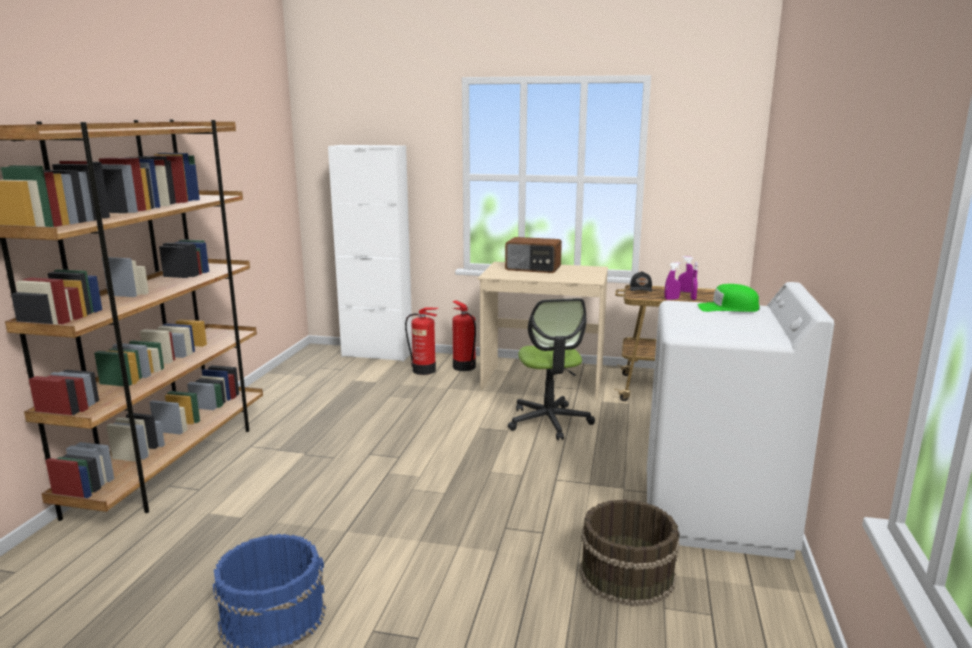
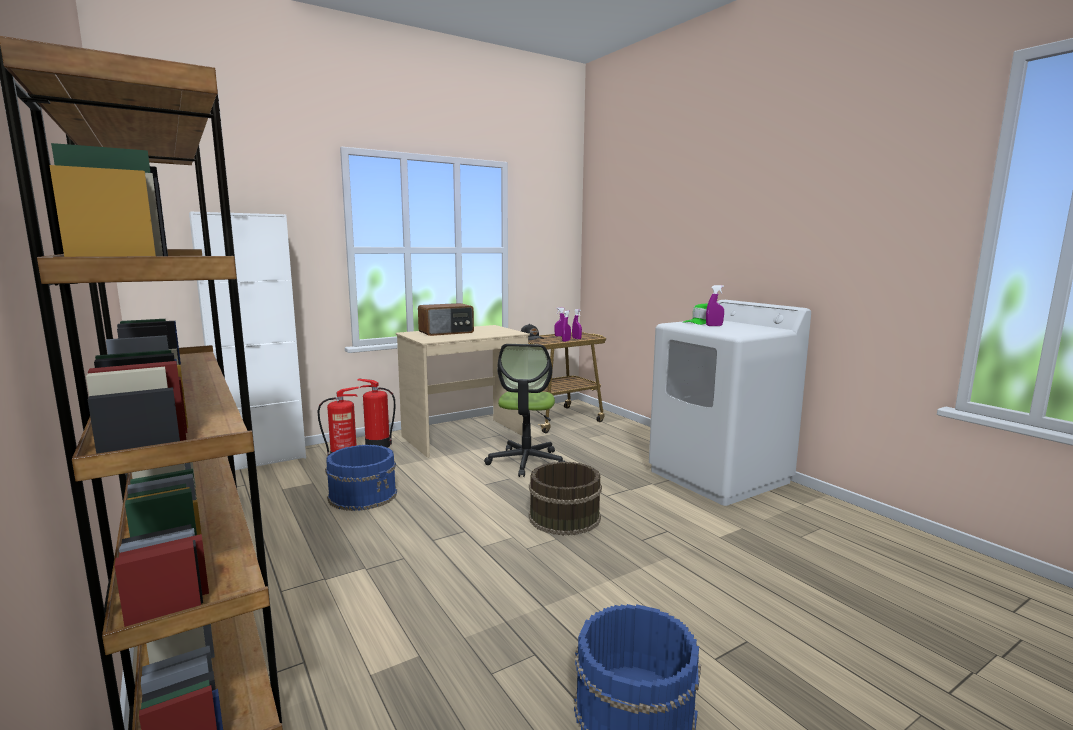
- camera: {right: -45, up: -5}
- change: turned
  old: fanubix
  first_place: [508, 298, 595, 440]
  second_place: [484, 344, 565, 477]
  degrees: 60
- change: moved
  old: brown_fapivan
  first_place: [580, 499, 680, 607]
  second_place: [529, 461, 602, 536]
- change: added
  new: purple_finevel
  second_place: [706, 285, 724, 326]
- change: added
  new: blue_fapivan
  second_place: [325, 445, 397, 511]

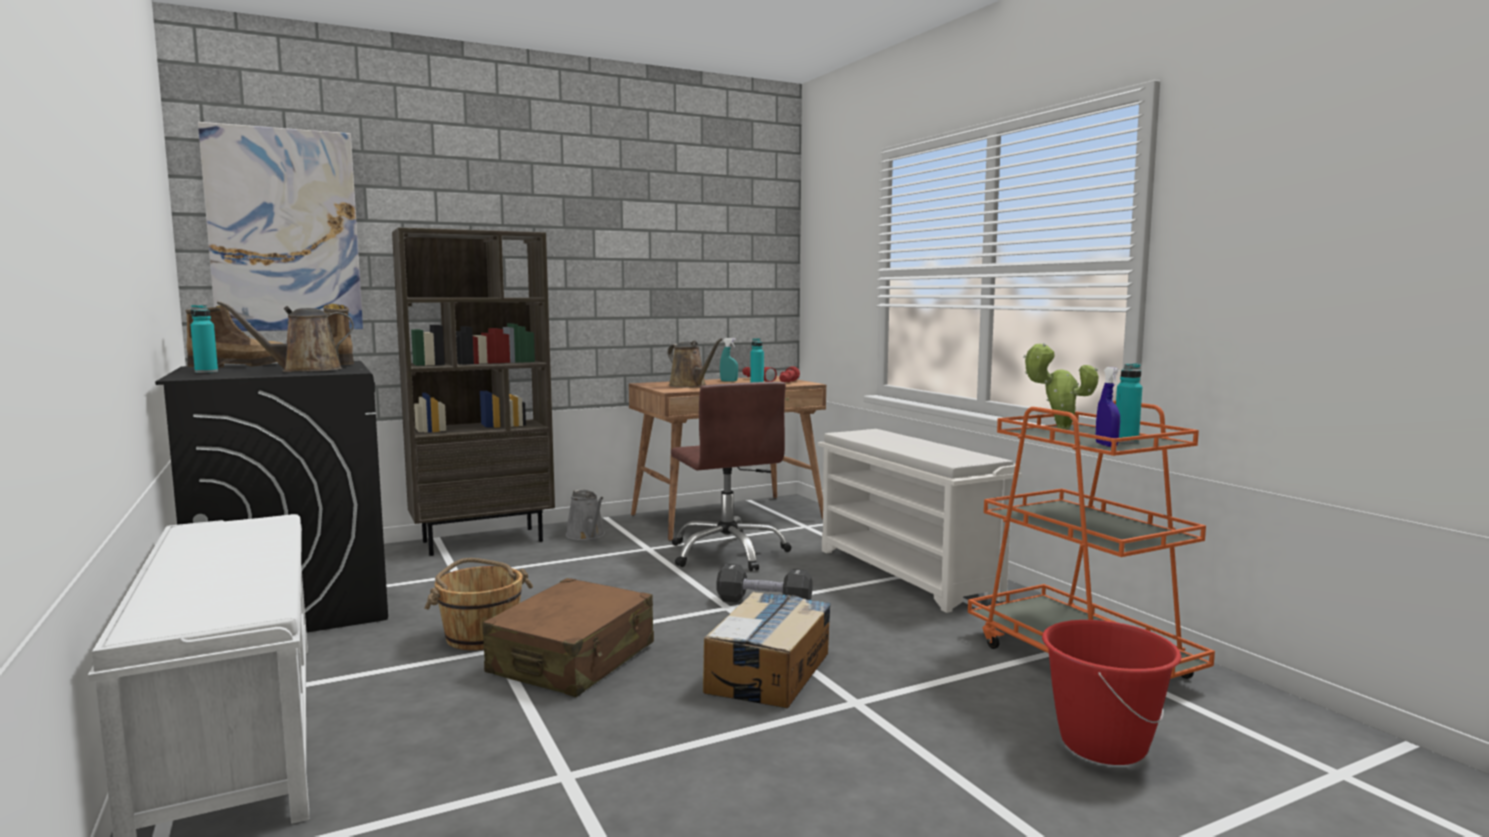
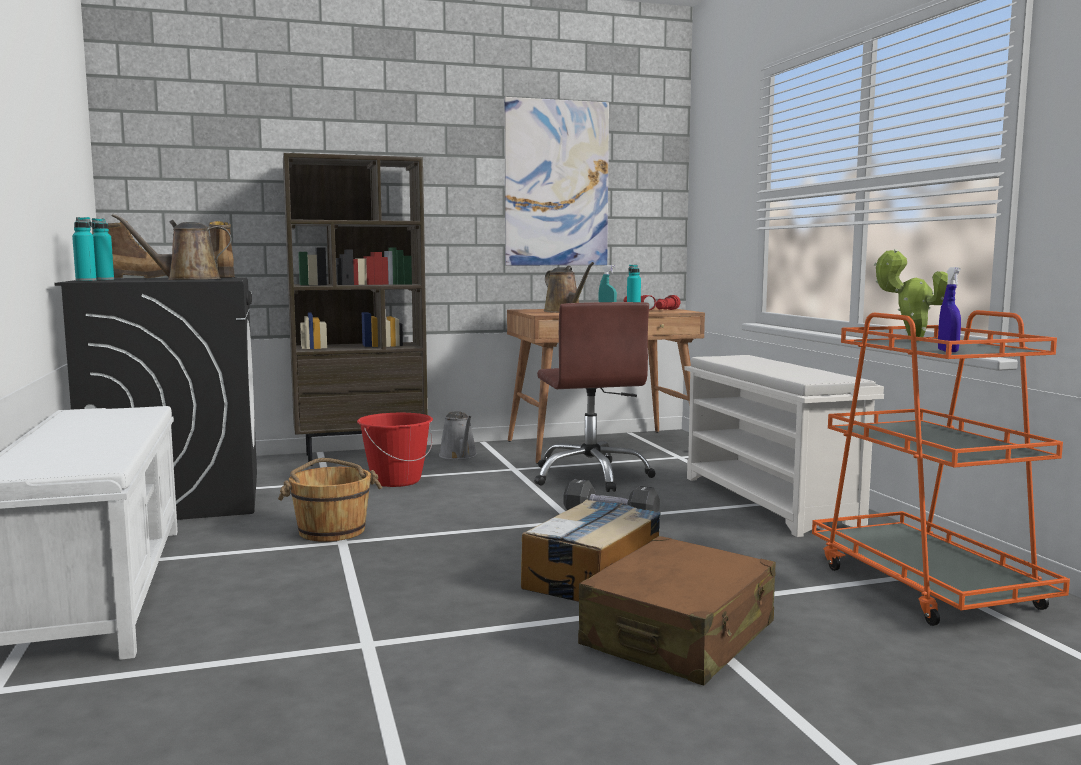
- camera: {right: 10, up: 0}
- change: moved
  old: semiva
  first_place: [198, 122, 363, 331]
  second_place: [504, 97, 609, 265]
- change: moved
  old: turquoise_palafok
  first_place: [1116, 363, 1142, 444]
  second_place: [72, 217, 96, 281]
- change: moved
  old: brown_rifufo
  first_place: [482, 578, 654, 697]
  second_place: [578, 536, 776, 685]
- change: moved
  old: red_fapivan
  first_place: [1042, 620, 1182, 765]
  second_place: [357, 413, 433, 487]

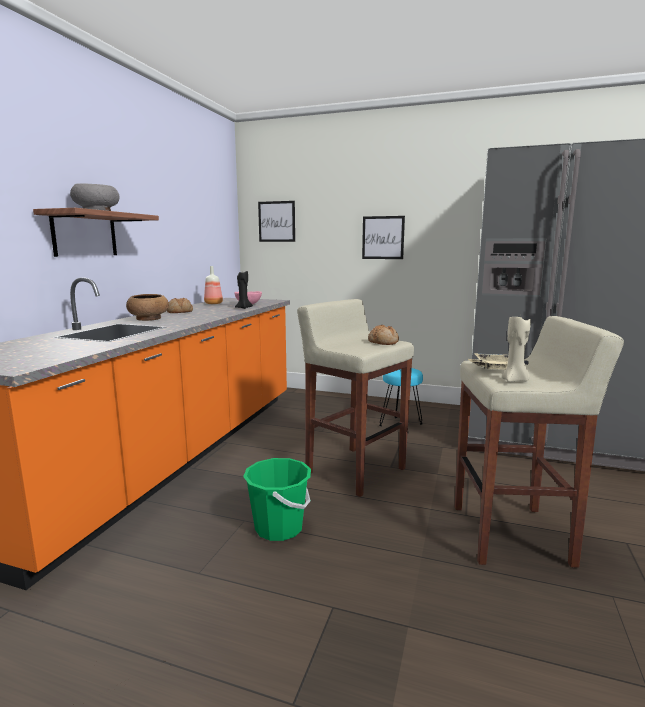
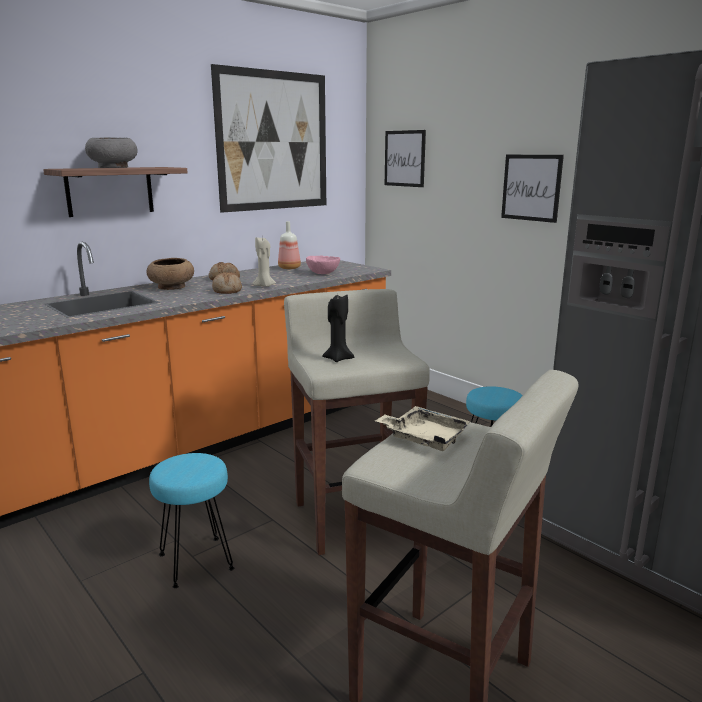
- camera: {right: 30, up: 5}
- change: moved
  old: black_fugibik
  first_place: [235, 271, 253, 309]
  second_place: [322, 294, 354, 362]
- change: moved
  old: beige_fugibik
  first_place: [502, 317, 531, 382]
  second_place: [252, 237, 276, 287]
- change: moved
  old: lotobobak
  first_place: [368, 325, 399, 345]
  second_place: [212, 272, 242, 294]
- change: replaced
  old: green_fapivan
  new: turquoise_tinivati
  first_place: [243, 458, 311, 541]
  second_place: [149, 453, 234, 588]
- change: added
  new: semiva
  second_place: [211, 64, 326, 213]

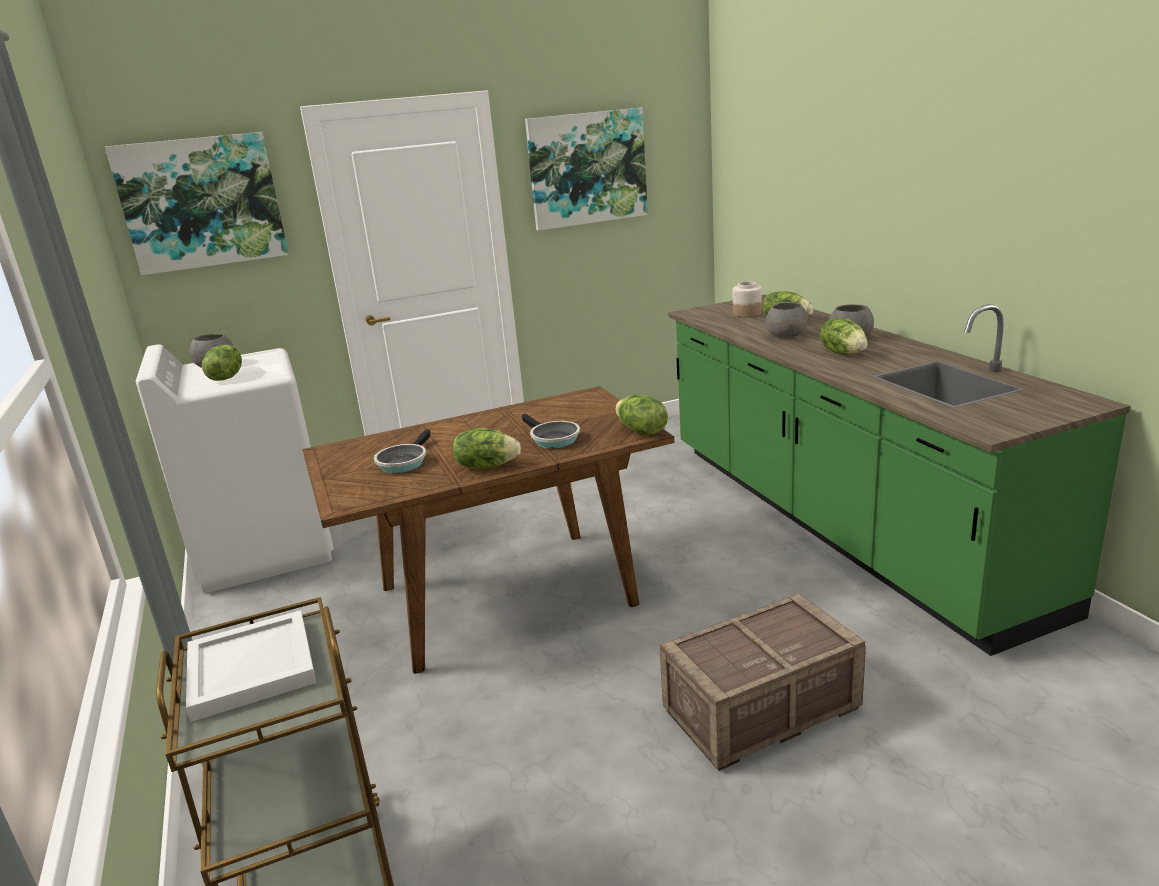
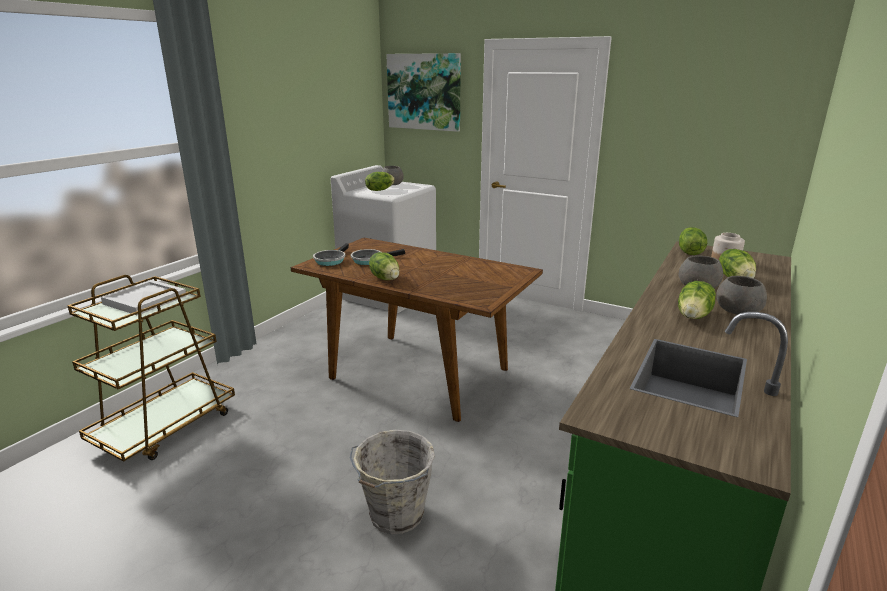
- camera: {right: 50, up: 0}
- change: removed
  old: semiva
  first_place: [525, 108, 648, 231]
- change: moved
  old: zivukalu
  first_place: [615, 395, 668, 435]
  second_place: [679, 227, 707, 255]
- change: moved
  old: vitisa
  first_place: [521, 414, 580, 448]
  second_place: [313, 243, 349, 266]
- change: replaced
  old: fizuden
  new: grey_fapivan
  first_place: [660, 593, 866, 771]
  second_place: [350, 430, 435, 534]

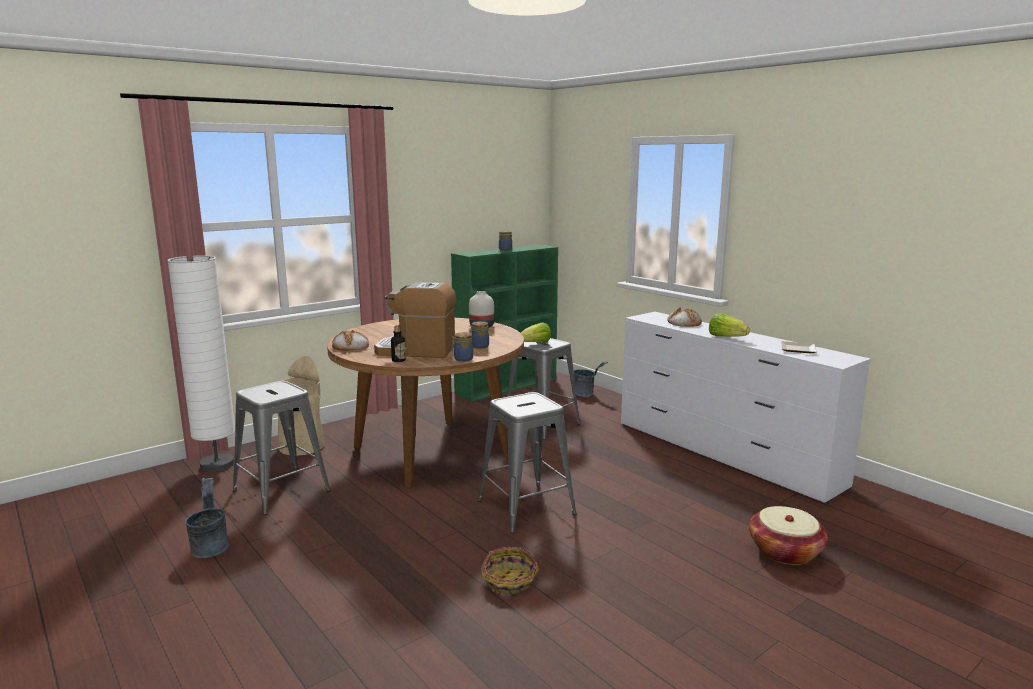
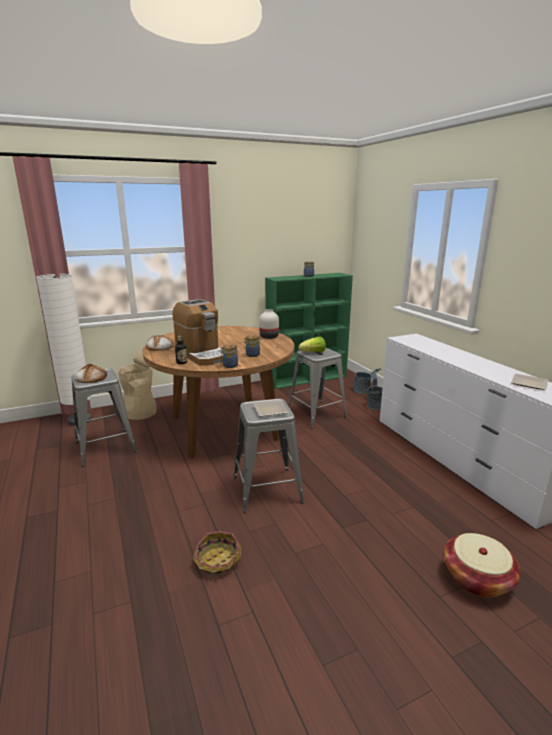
- camera: {right: 15, up: 5}
- change: turned
  old: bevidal
  first_place: [374, 282, 456, 358]
  second_place: [172, 299, 223, 365]
  degrees: -150
- change: moved
  old: lotobobak
  first_place: [667, 307, 702, 327]
  second_place: [75, 364, 107, 383]
- change: removed
  old: zivukalu
  first_place: [709, 313, 750, 337]
- change: moved
  old: grey_fapivan
  first_place: [185, 478, 229, 558]
  second_place: [367, 371, 382, 410]
- change: added
  new: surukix
  second_place: [253, 400, 289, 416]

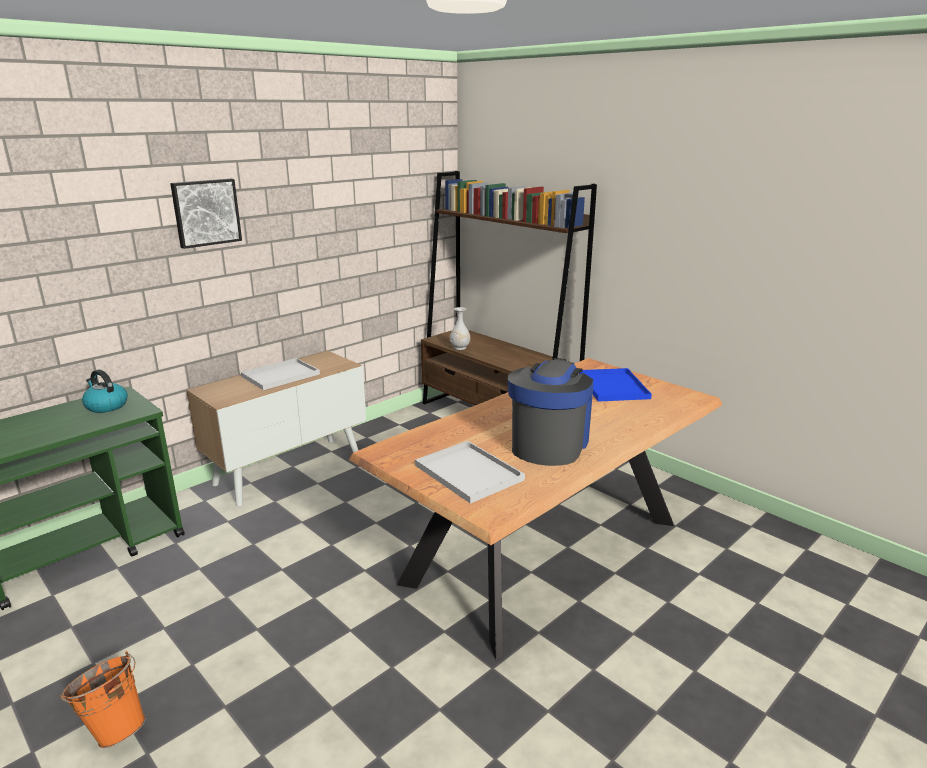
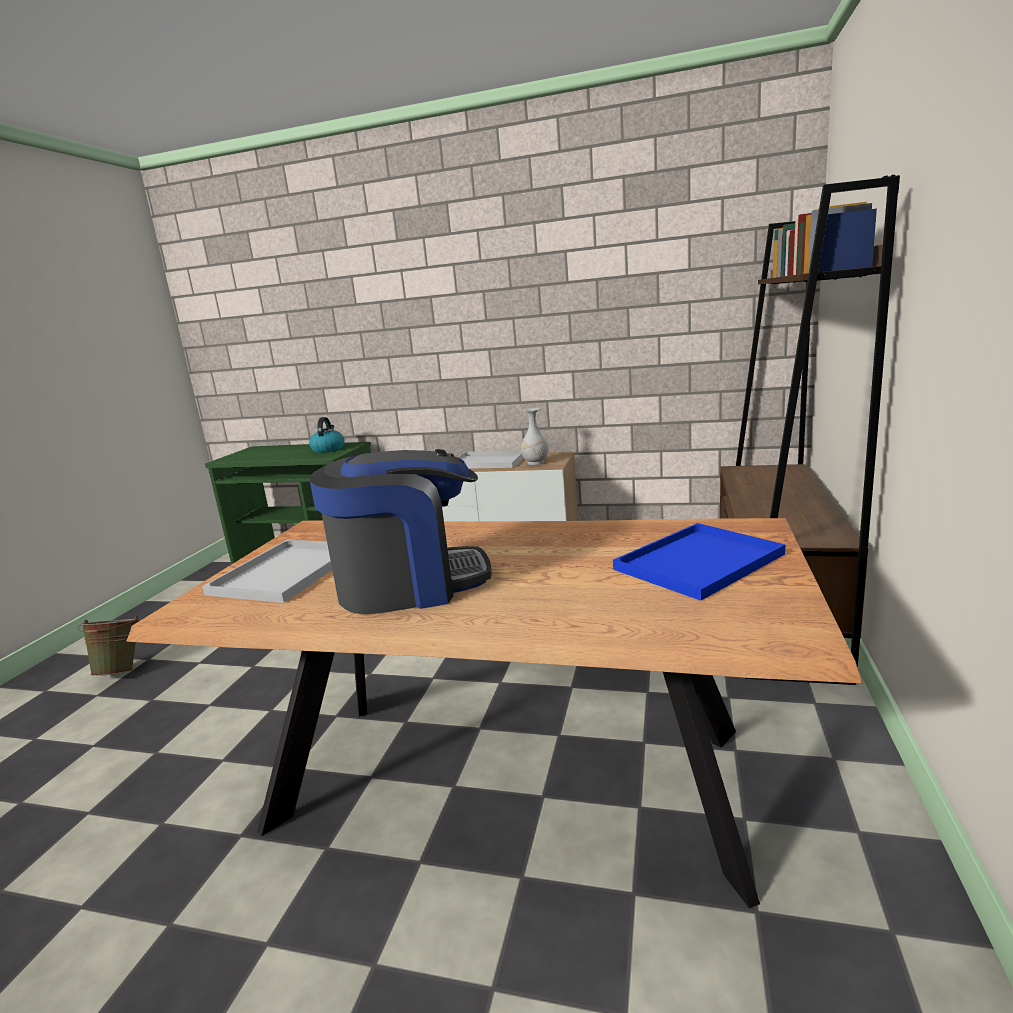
- camera: {right: 60, up: -5}
- change: removed
  old: semiva
  first_place: [170, 179, 242, 249]
- change: moved
  old: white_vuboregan
  first_place: [450, 307, 470, 350]
  second_place: [521, 408, 549, 465]
- change: recoloured
  old: orange_fapivan
  new: green_fapivan
  first_place: [60, 651, 146, 748]
  second_place: [77, 616, 141, 676]

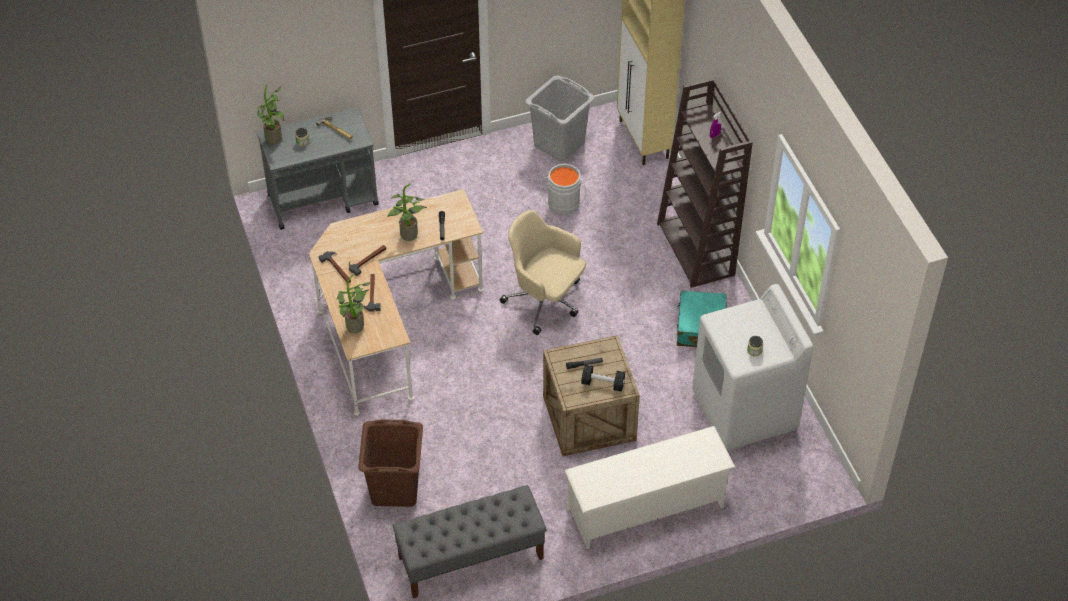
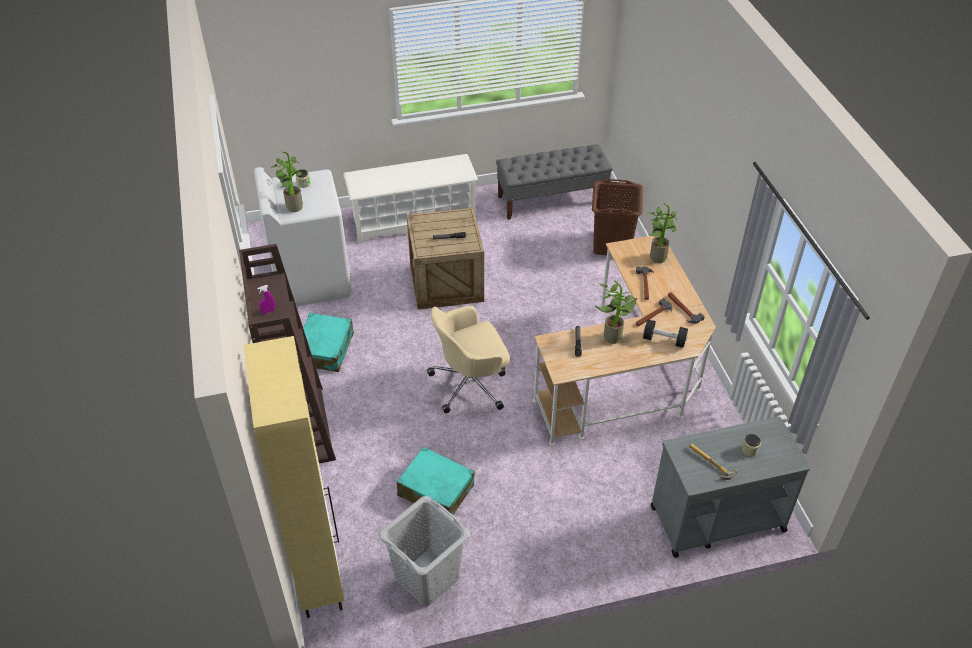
- camera: {right: -175, up: -5}
- change: moved
  old: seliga
  first_place: [257, 84, 284, 145]
  second_place: [271, 151, 303, 212]
- change: replaced
  old: grey_fapivan
  new: turquoise_rifufo
  first_place: [540, 164, 586, 215]
  second_place: [397, 446, 475, 515]
- change: turned
  old: beige_fanubix
  first_place: [500, 210, 586, 335]
  second_place: [427, 306, 510, 413]
  degrees: 120
- change: moved
  old: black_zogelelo
  first_place: [581, 365, 625, 391]
  second_place: [643, 320, 688, 348]

